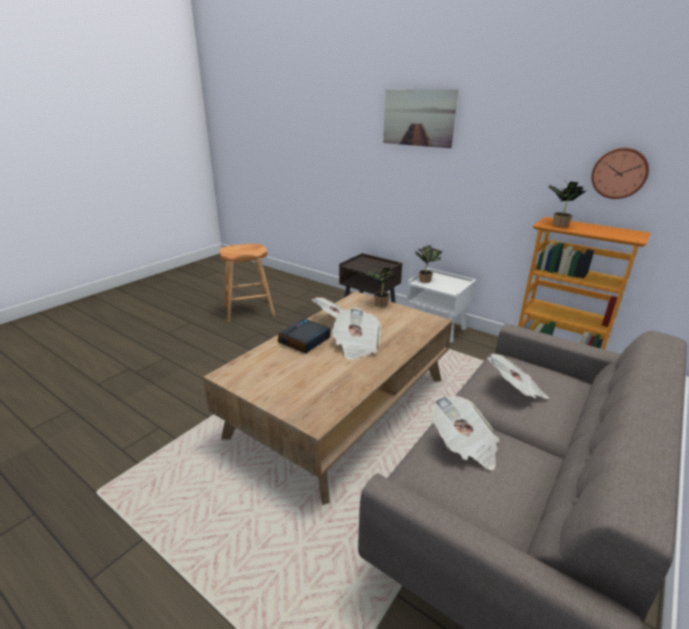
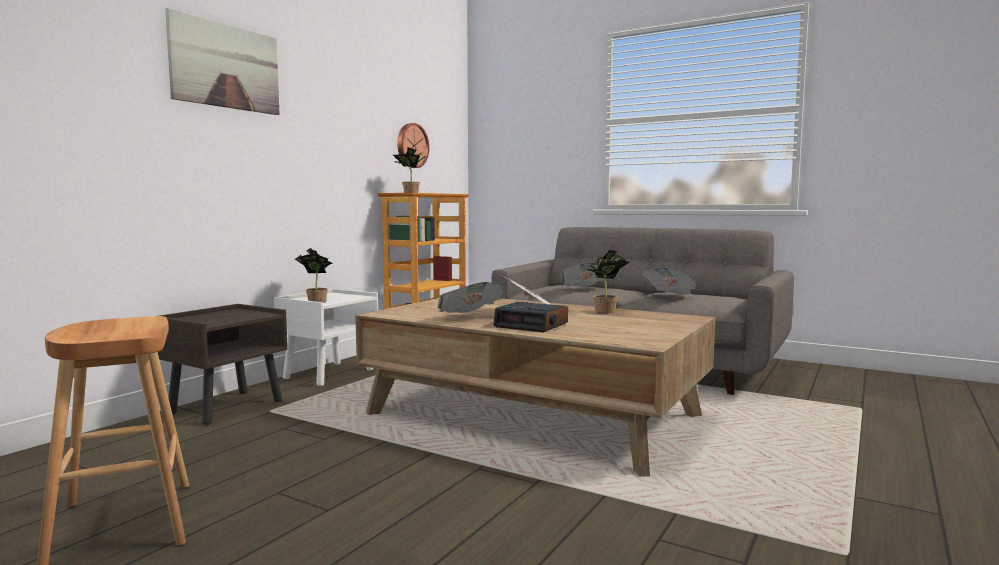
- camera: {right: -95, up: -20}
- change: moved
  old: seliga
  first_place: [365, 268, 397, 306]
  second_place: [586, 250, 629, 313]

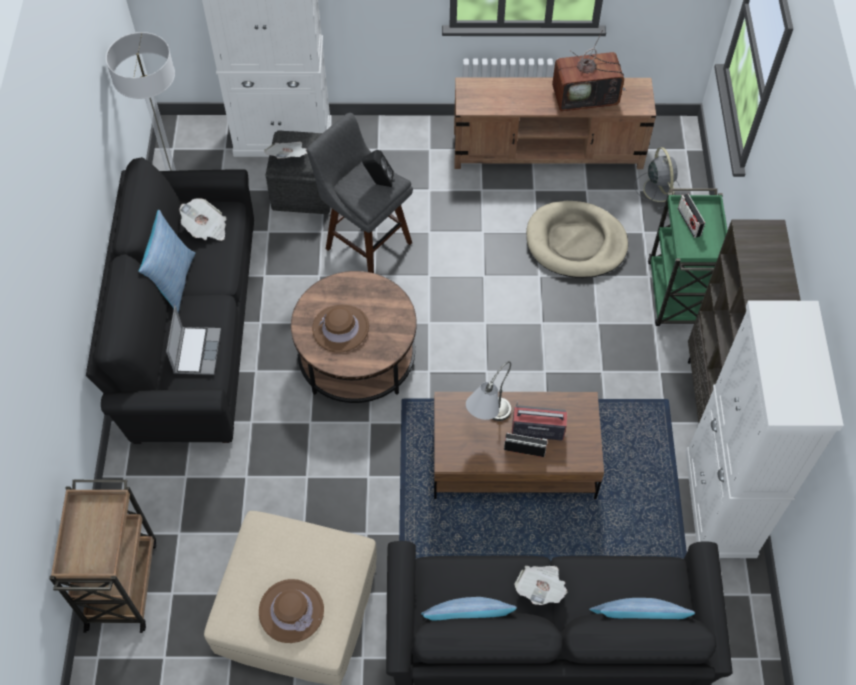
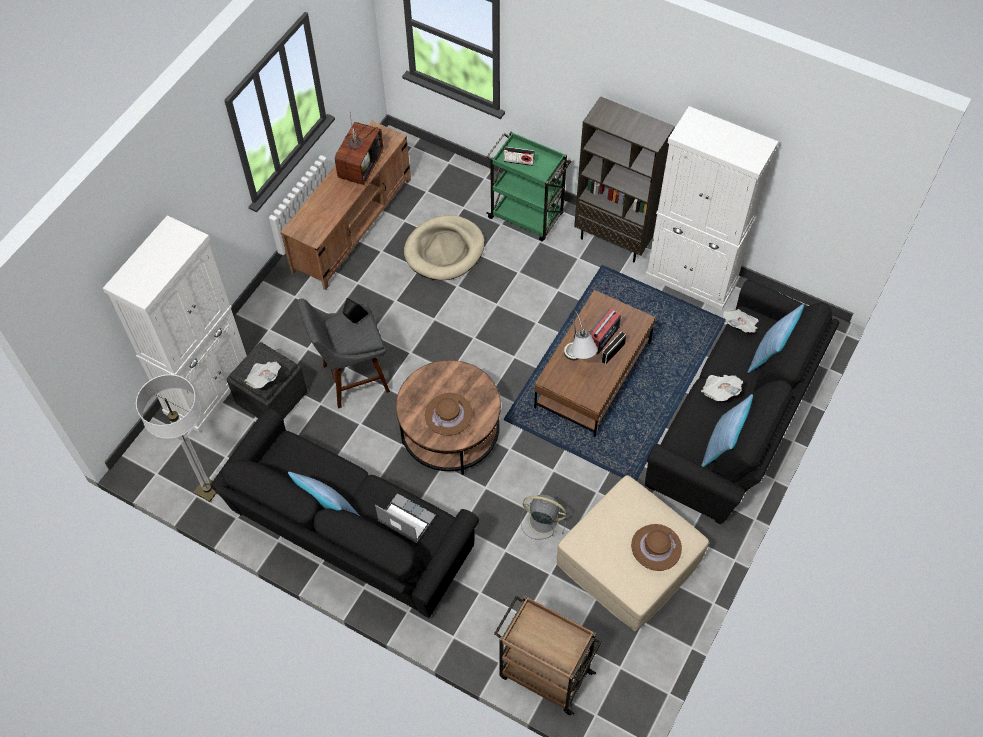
- camera: {right: -60, up: 0}
- change: moved
  old: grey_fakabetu
  first_place: [635, 147, 681, 210]
  second_place: [521, 495, 567, 539]
- change: moved
  old: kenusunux
  first_place: [179, 199, 227, 241]
  second_place: [723, 309, 759, 333]

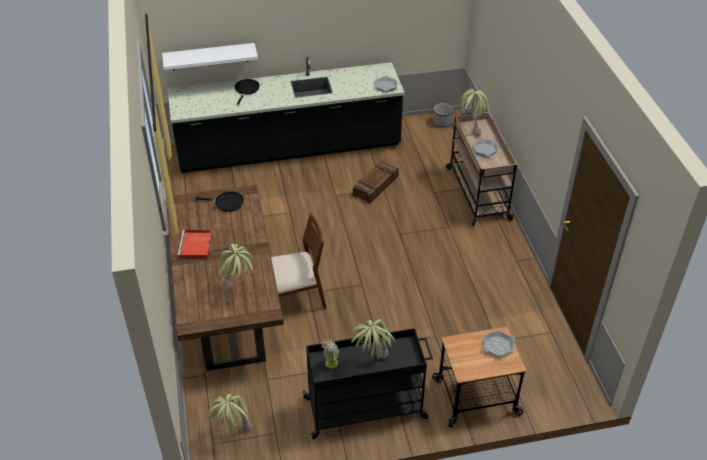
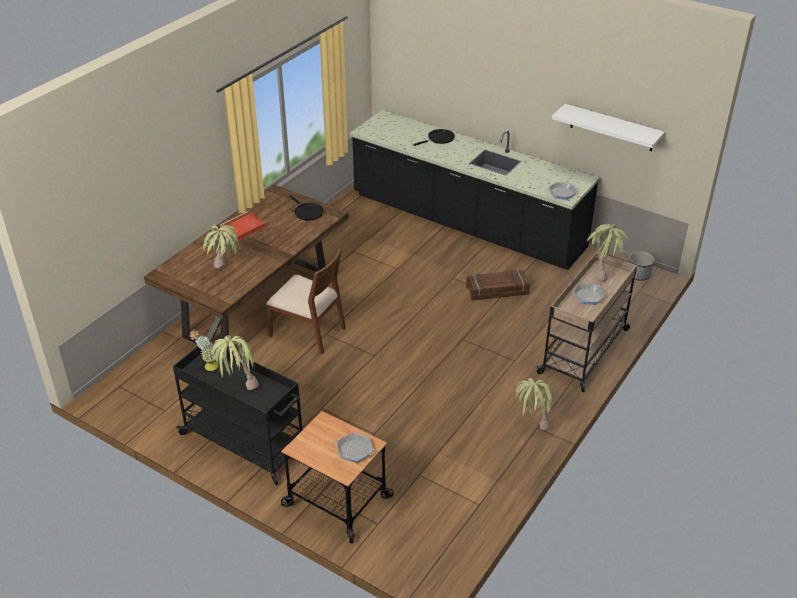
- camera: {right: 45, up: -5}
- change: moved
  old: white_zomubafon
  first_place: [162, 43, 258, 70]
  second_place: [552, 104, 665, 151]
- change: moved
  old: seliga
  first_place: [208, 394, 252, 434]
  second_place: [515, 378, 553, 430]

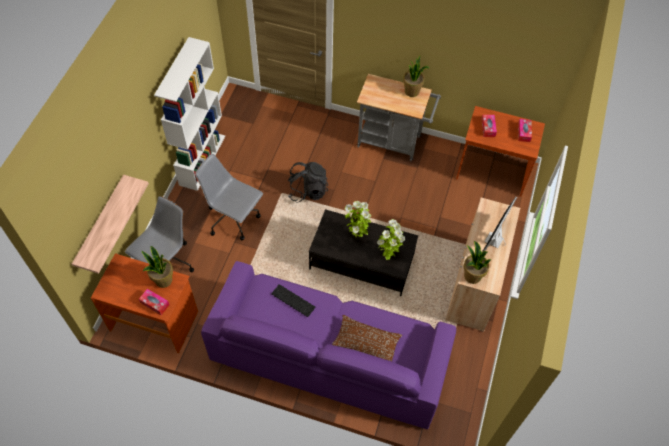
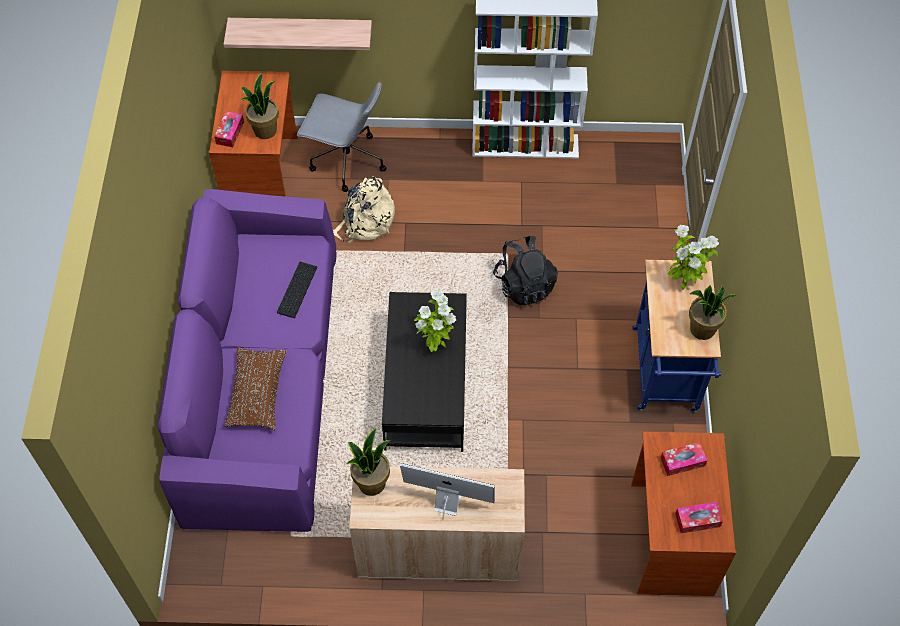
- camera: {right: 75, up: 0}
- change: recoloured
  old: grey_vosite
  new: blue_vosite
  first_place: [357, 74, 441, 161]
  second_place: [632, 260, 721, 412]
- change: removed
  old: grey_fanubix
  first_place: [195, 154, 263, 240]
- change: moved
  old: seliga
  first_place: [377, 219, 405, 260]
  second_place: [668, 225, 719, 290]
- change: added
  new: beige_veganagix
  second_place: [333, 176, 395, 243]

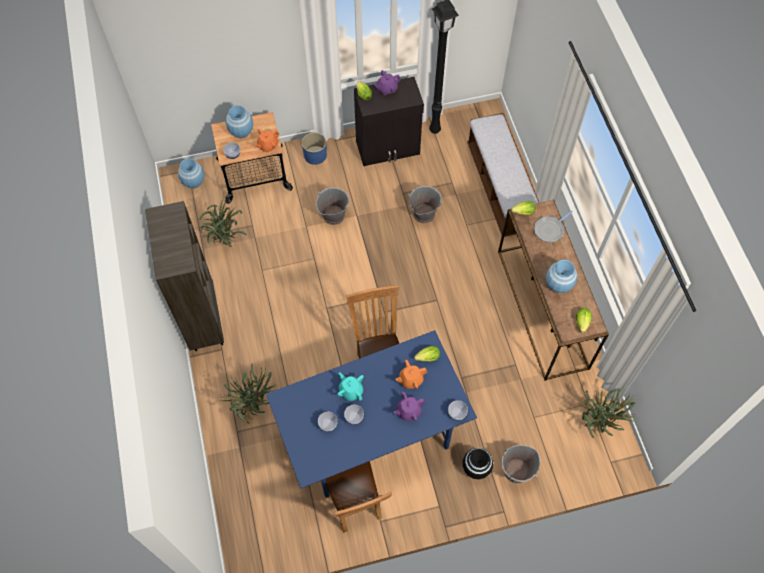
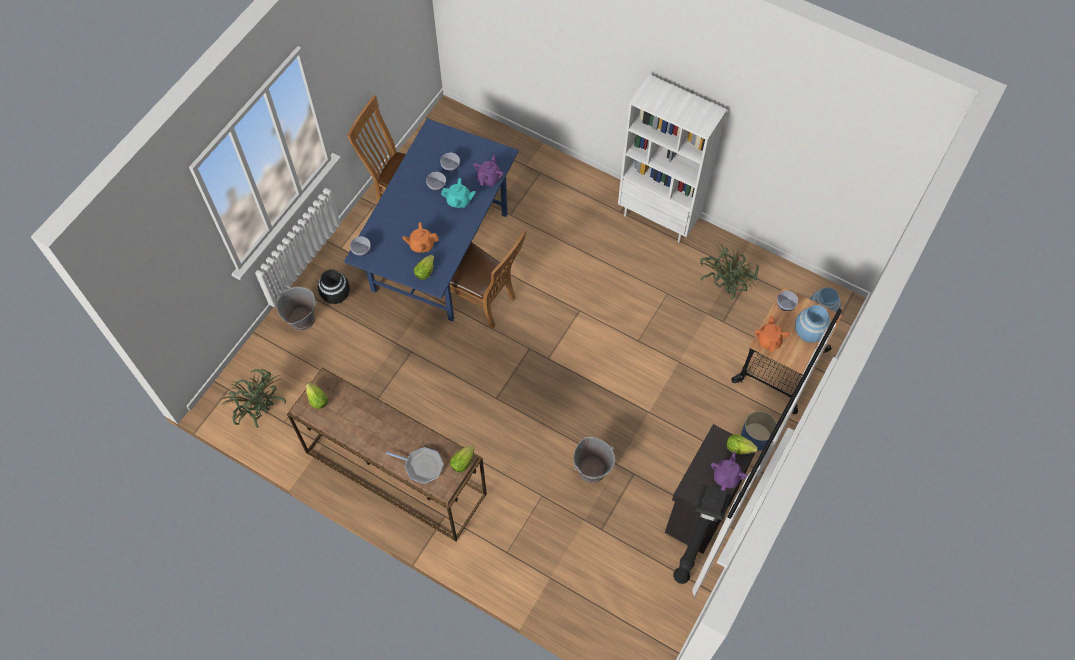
- camera: {right: 135, up: 0}
- change: removed
  old: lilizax
  first_place: [467, 113, 539, 237]
- change: removed
  old: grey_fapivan
  first_place: [316, 187, 349, 225]
- change: recoloured
  old: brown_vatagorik
  new: white_vatagorik
  first_place: [145, 201, 224, 351]
  second_place: [618, 75, 727, 243]
- change: turned
  old: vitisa
  first_place: [535, 211, 572, 242]
  second_place: [386, 447, 444, 484]
  degrees: 105
- change: removed
  old: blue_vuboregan
  first_place: [546, 260, 577, 293]
- change: turned
  old: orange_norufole
  first_place: [395, 360, 428, 389]
  second_place: [402, 222, 439, 253]
  degrees: -120
- change: removed
  old: seliga
  first_place: [220, 363, 277, 423]
- change: moved
  old: purple_norufole
  first_place: [393, 391, 425, 421]
  second_place: [473, 155, 504, 186]

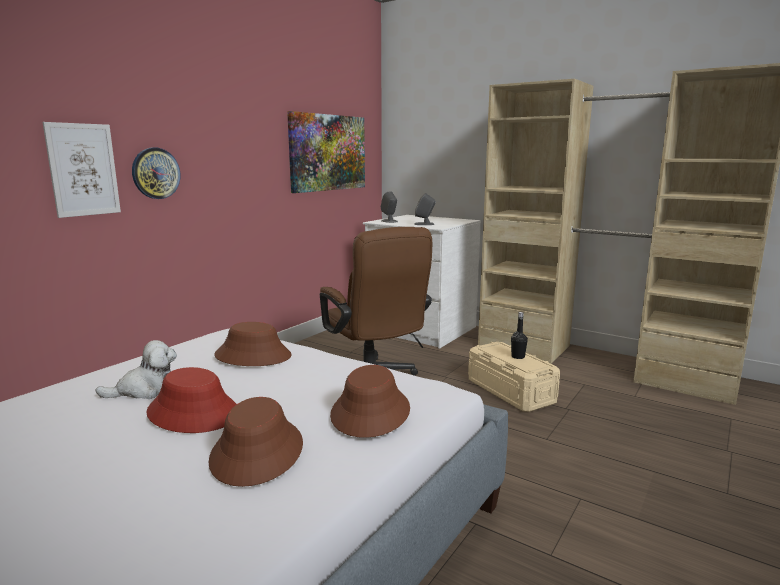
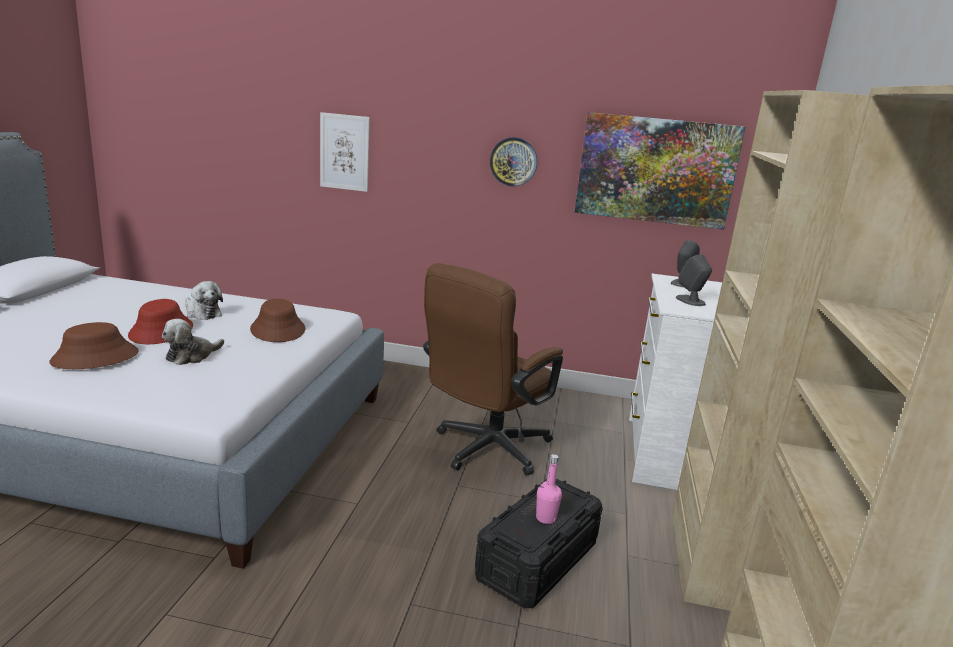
- camera: {right: 65, up: 5}
- change: moved
  old: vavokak
  first_place: [132, 148, 180, 199]
  second_place: [490, 137, 538, 187]
- change: recoloured
  old: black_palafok
  new: pink_palafok
  first_place: [511, 312, 528, 359]
  second_place: [536, 454, 562, 524]
- change: recoloured
  old: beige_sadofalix
  new: black_sadofalix
  first_place: [468, 342, 560, 412]
  second_place: [475, 479, 603, 608]
- change: removed
  old: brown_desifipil
  first_place: [330, 365, 410, 438]
- change: added
  new: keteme
  second_place: [162, 319, 224, 365]

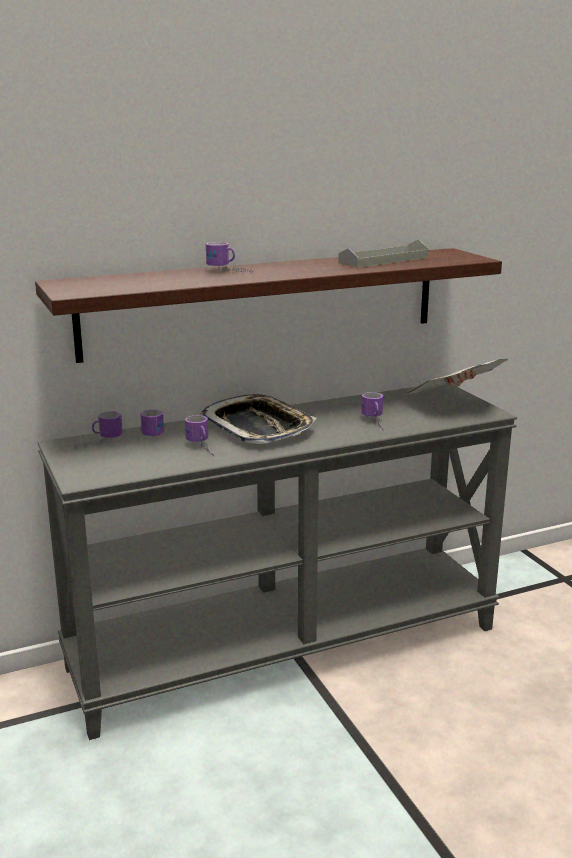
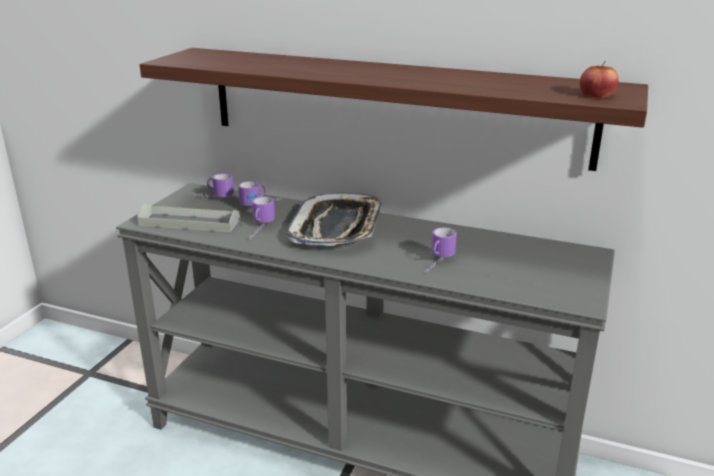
- camera: {right: 45, up: 5}
- change: moved
  old: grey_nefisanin
  first_place: [338, 240, 429, 268]
  second_place: [137, 204, 240, 232]
- change: removed
  old: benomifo
  first_place: [206, 242, 253, 273]
- change: removed
  old: kenusunux
  first_place: [403, 359, 508, 395]
- change: added
  new: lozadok
  second_place: [580, 61, 619, 98]

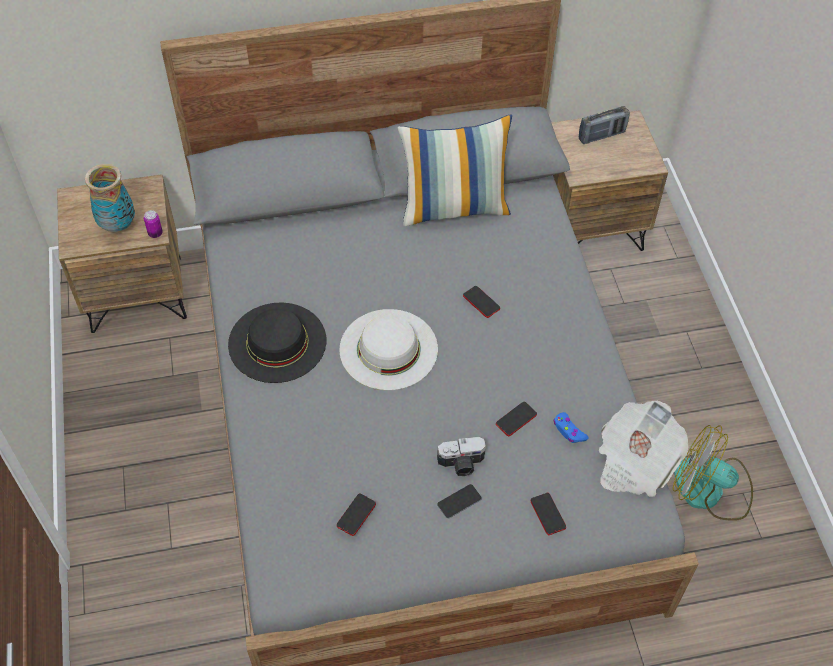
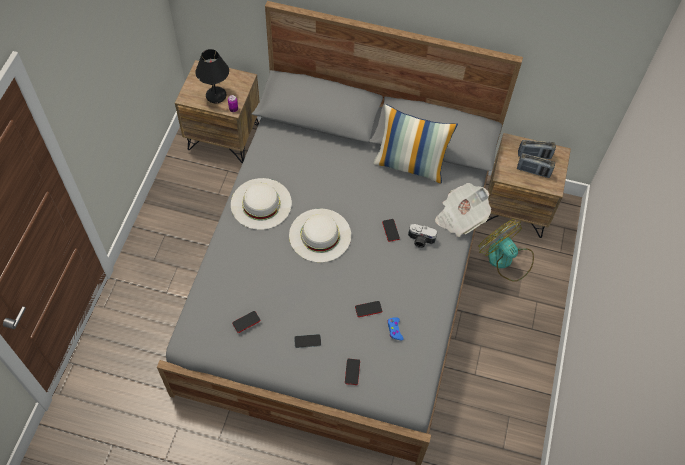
- camera: {right: 25, up: 5}
- change: replaced
  old: vuboregan
  new: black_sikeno
  first_place: [85, 164, 135, 232]
  second_place: [195, 49, 229, 103]
- change: recoloured
  old: black_desifipil
  new: white_desifipil
  first_place: [228, 303, 326, 383]
  second_place: [231, 178, 292, 230]
- change: moved
  old: kenusunux
  first_place: [599, 401, 689, 497]
  second_place: [435, 183, 491, 237]
- change: moved
  old: fakabetu
  first_place: [673, 425, 753, 521]
  second_place: [478, 219, 534, 282]
- change: moved
  old: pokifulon
  first_place: [437, 436, 486, 476]
  second_place: [408, 224, 437, 248]
- change: added
  new: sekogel
  second_place: [517, 153, 555, 178]

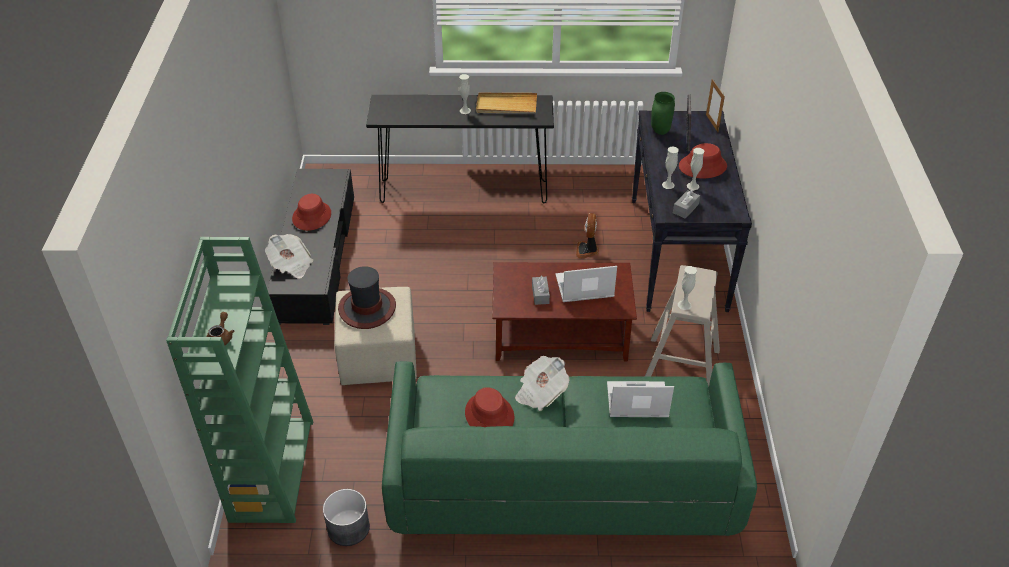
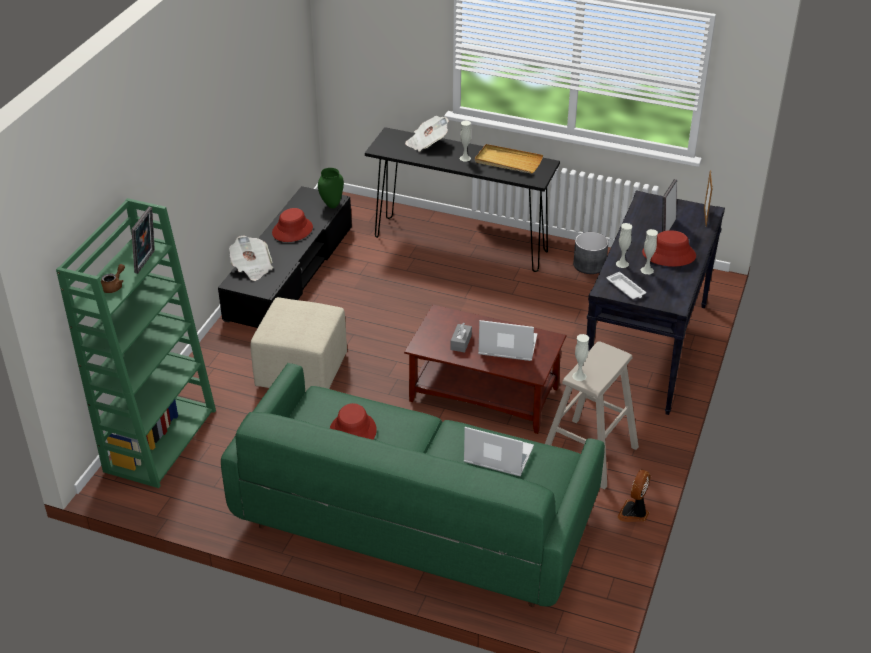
- camera: {right: 20, up: -5}
- change: moved
  old: green_vuboregan
  first_place: [651, 92, 675, 135]
  second_place: [318, 168, 344, 208]
- change: replaced
  old: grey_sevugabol
  new: white_nefisanin
  first_place: [673, 190, 700, 219]
  second_place: [607, 272, 646, 299]
- change: moved
  old: fakabetu
  first_place: [576, 213, 599, 259]
  second_place: [617, 470, 650, 522]
- change: removed
  old: desifipil
  first_place: [338, 266, 396, 329]
- change: moved
  old: kenusunux
  first_place: [515, 356, 569, 411]
  second_place: [405, 116, 449, 152]
- change: moved
  old: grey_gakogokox
  first_place: [323, 489, 370, 546]
  second_place: [573, 232, 608, 274]
- change: added
  new: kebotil
  second_place: [131, 207, 155, 274]

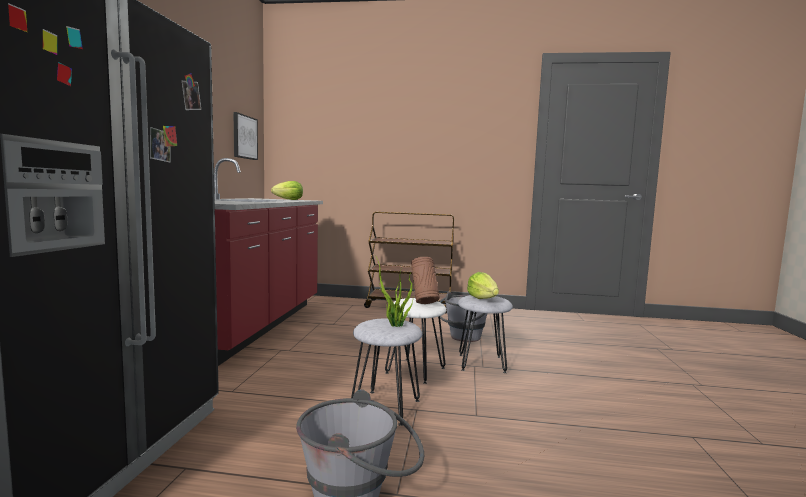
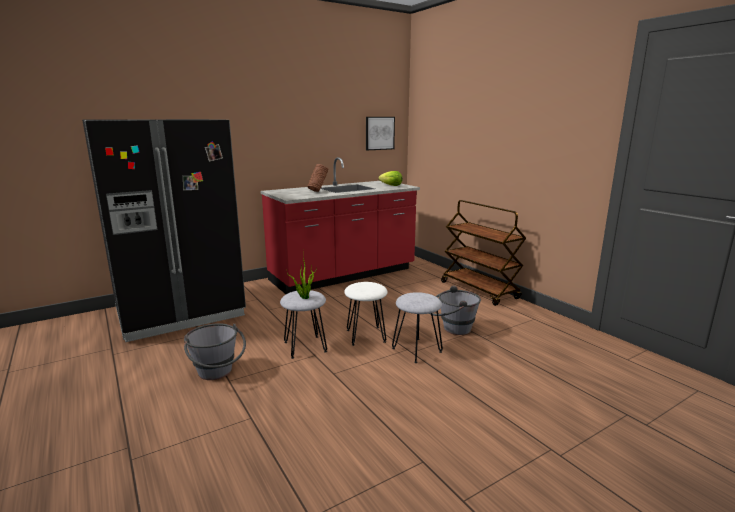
- camera: {right: 50, up: 10}
- change: moved
  old: brown_vuboregan
  first_place: [411, 257, 440, 304]
  second_place: [307, 164, 328, 192]
- change: removed
  old: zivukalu
  first_place: [467, 272, 499, 299]

